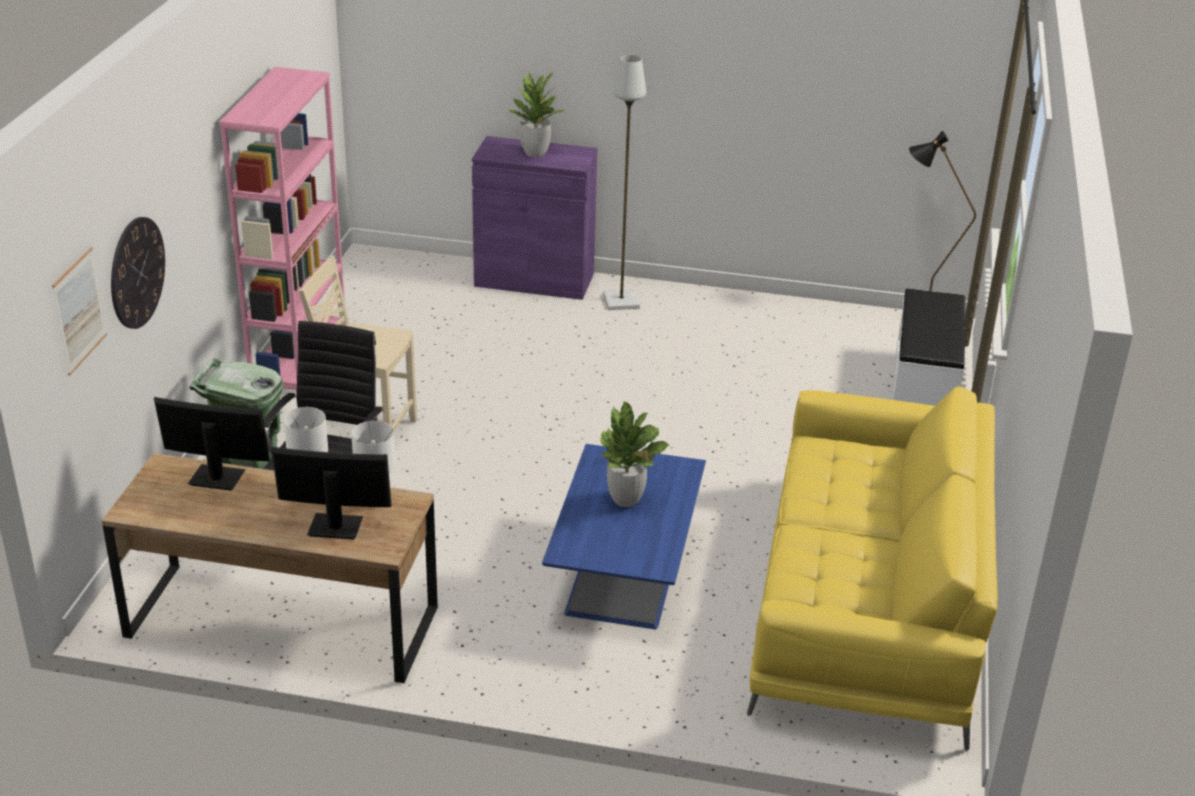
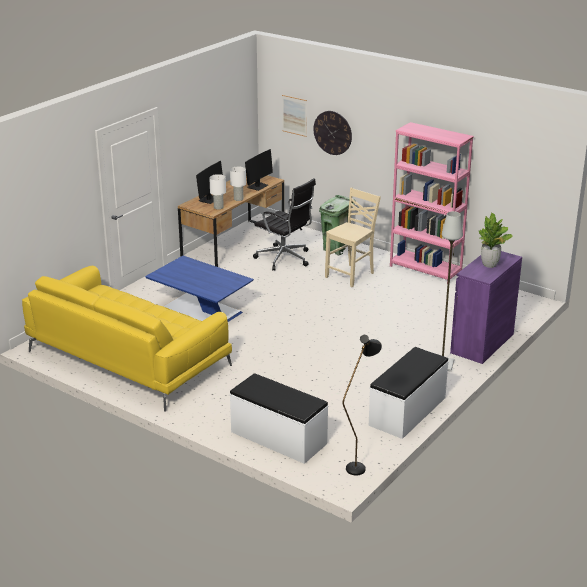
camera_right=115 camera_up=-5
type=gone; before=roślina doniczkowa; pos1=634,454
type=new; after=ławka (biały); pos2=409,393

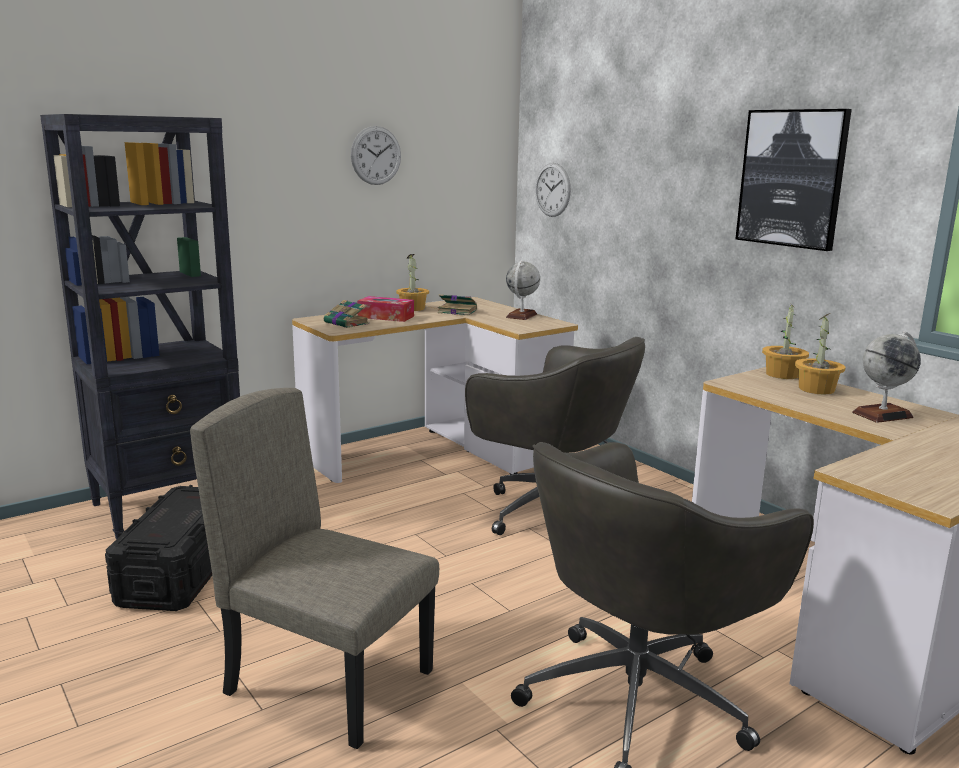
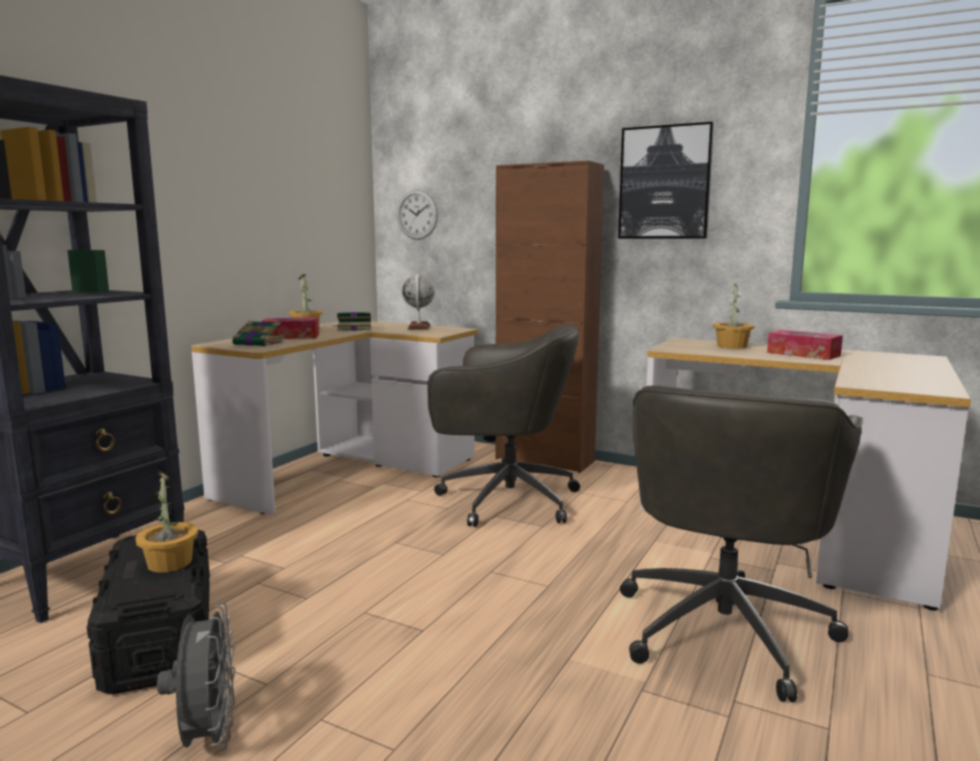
camera_right=-25 camera_up=-5
type=gone; before=zegar ścienny; pos1=376,155
type=shifted; before=roślina doniczkowa; pos1=785,340; pos2=166,521
type=swapped; before=globus; after=pudełko chusteczek; pos1=886,377; pos2=805,345
type=gone; before=krzesło (beżowy); pos1=314,568
type=new; after=szafka (brązowy); pos2=549,316
type=new; after=wentylator (szary); pos2=196,677

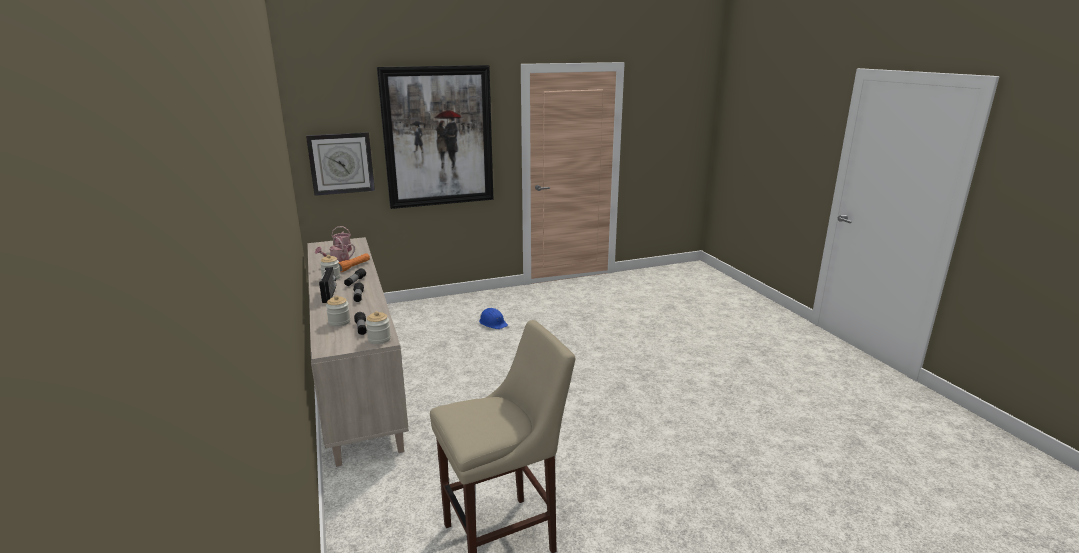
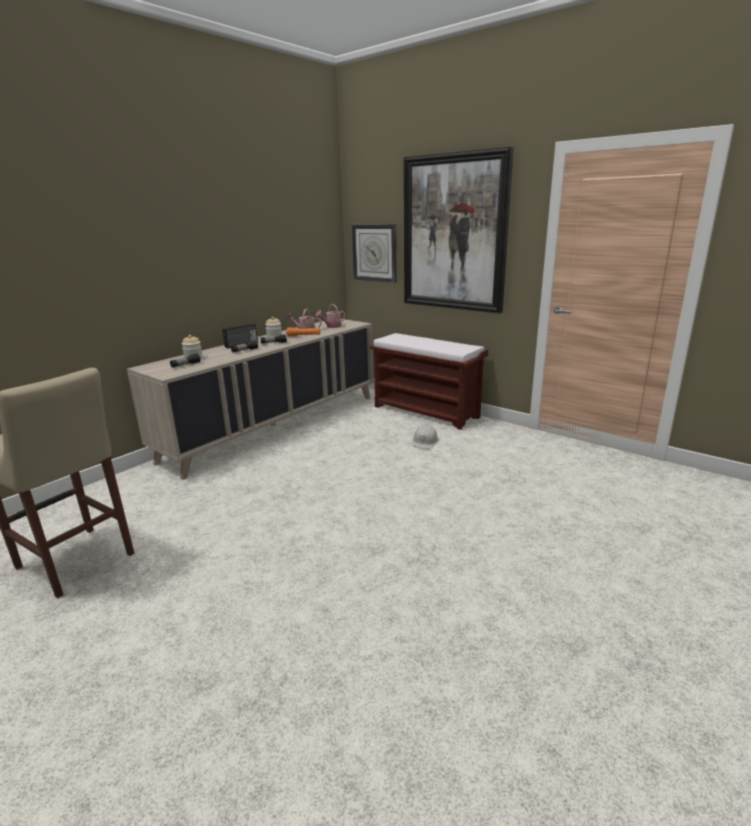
camera_right=60 camera_up=0
type=repainted; before=kask (niebieski); after=kask (biały); pos1=493,318; pos2=425,436
type=gone; before=słoik; pos1=378,327
type=new; after=ławka (brązowy); pos2=429,381

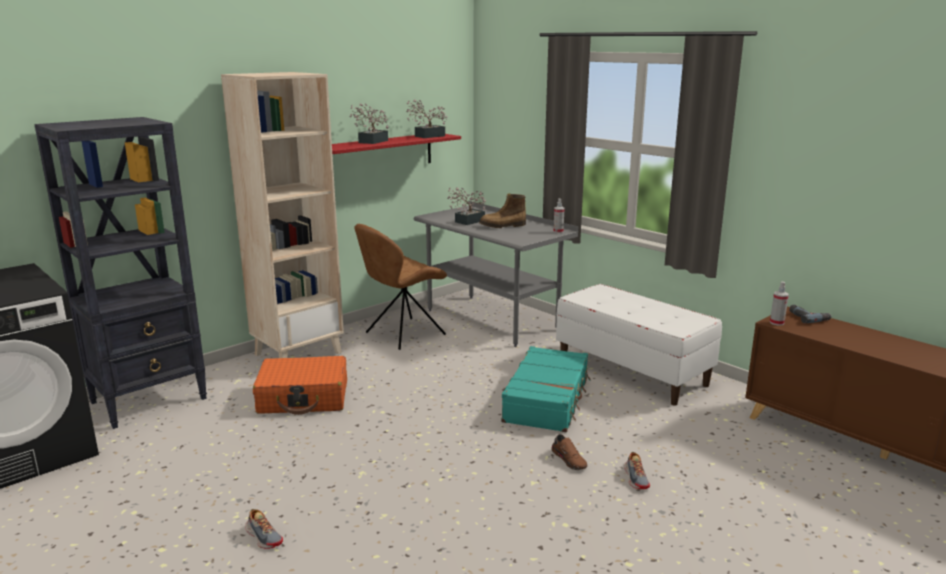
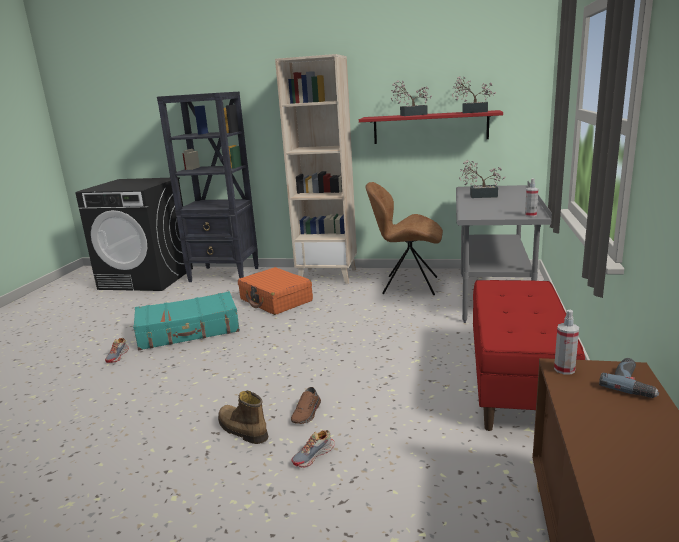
camera_right=55 camera_up=0
type=shifted; before=but z cholewką; pos1=502,211; pos2=243,417
type=repainted; before=ławka (biały); after=ławka (czerwony); pos1=639,345; pos2=529,355
type=shifted; before=walizka (turkusowy); pos1=546,389; pos2=186,320

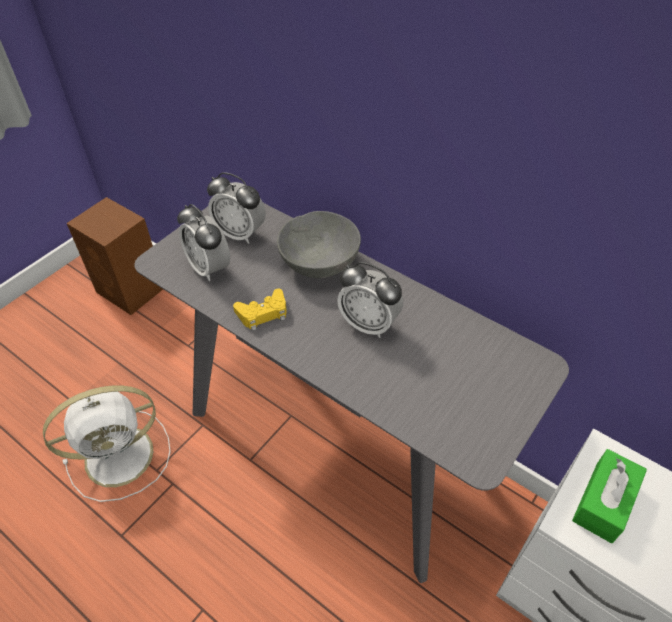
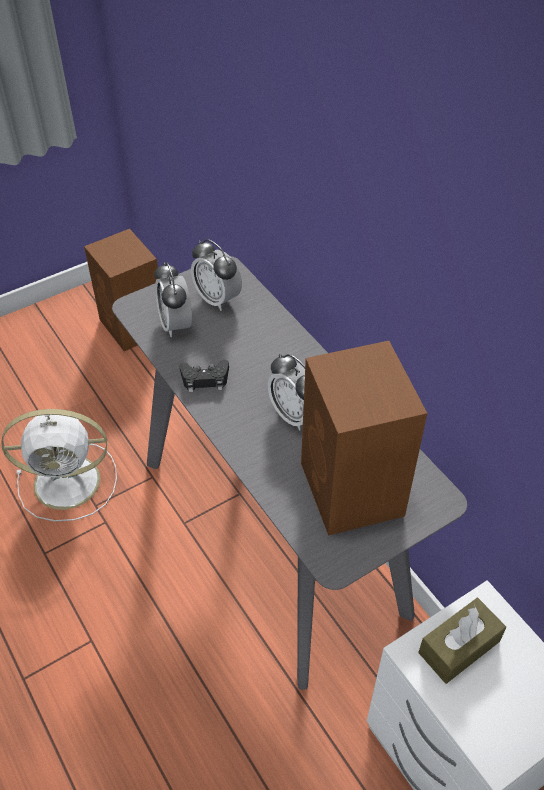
camera_right=20 camera_up=0
type=gone; before=miska (szary); pos1=319,244
type=repainted; before=pad do gier (żółty); after=pad do gier (czarny); pos1=260,310; pos2=204,376
type=repainted; before=pudełko chusteczek (zielony); after=pudełko chusteczek (brązowy); pos1=609,496; pos2=462,641
type=new; after=głośnik (brązowy); pos2=364,438

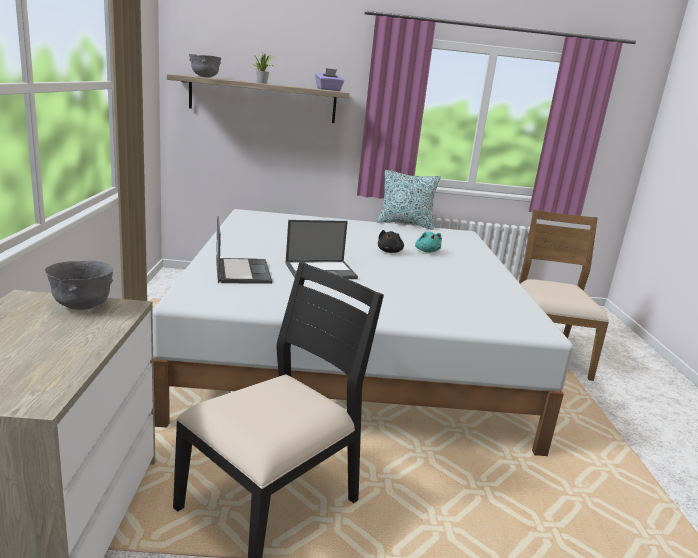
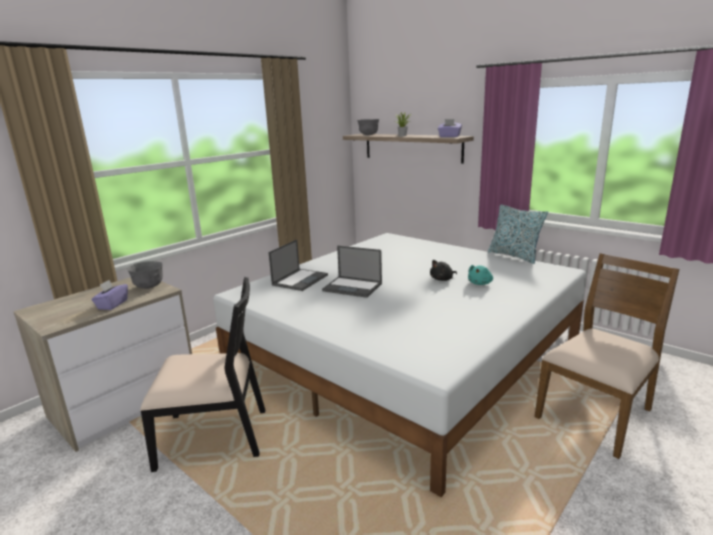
camera_right=45 camera_up=0
type=new; after=pudełko chusteczek (fioletowy); pos2=109,295

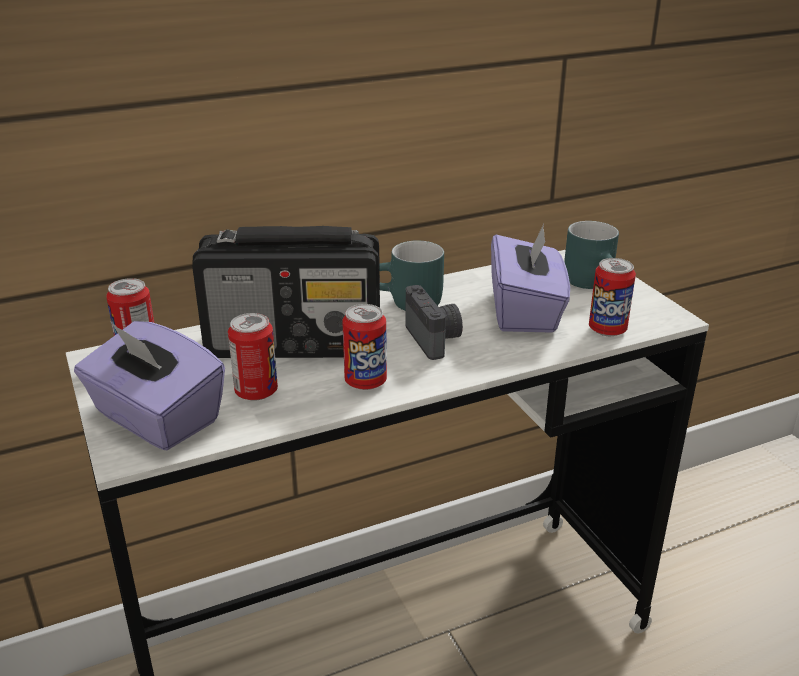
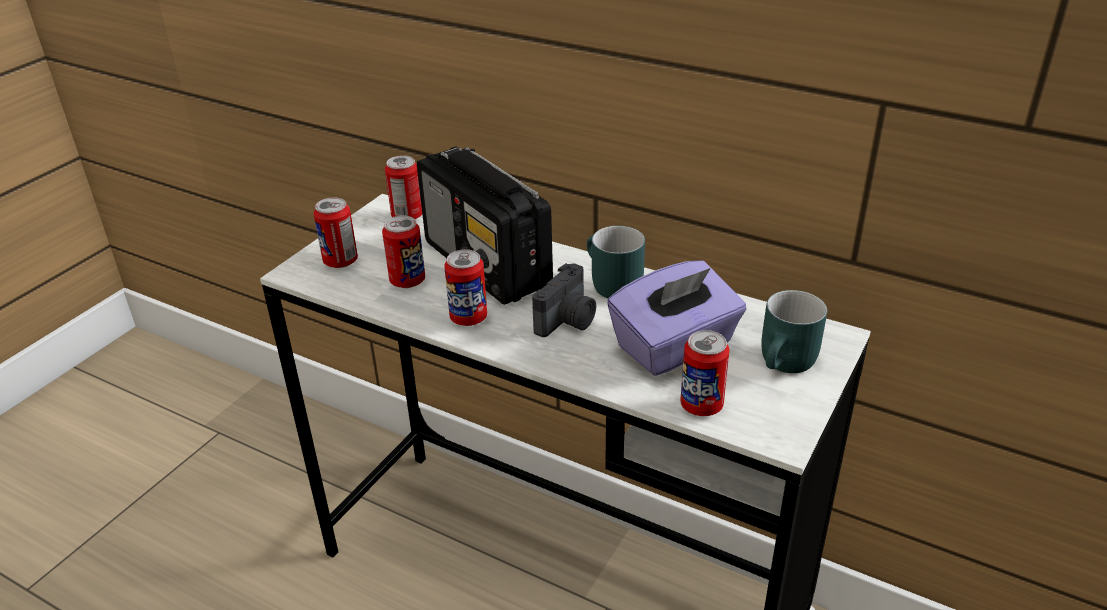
camera_right=55 camera_up=5
type=swapped; before=pudełko chusteczek (fioletowy); after=puszka; pos1=149,385; pos2=336,233

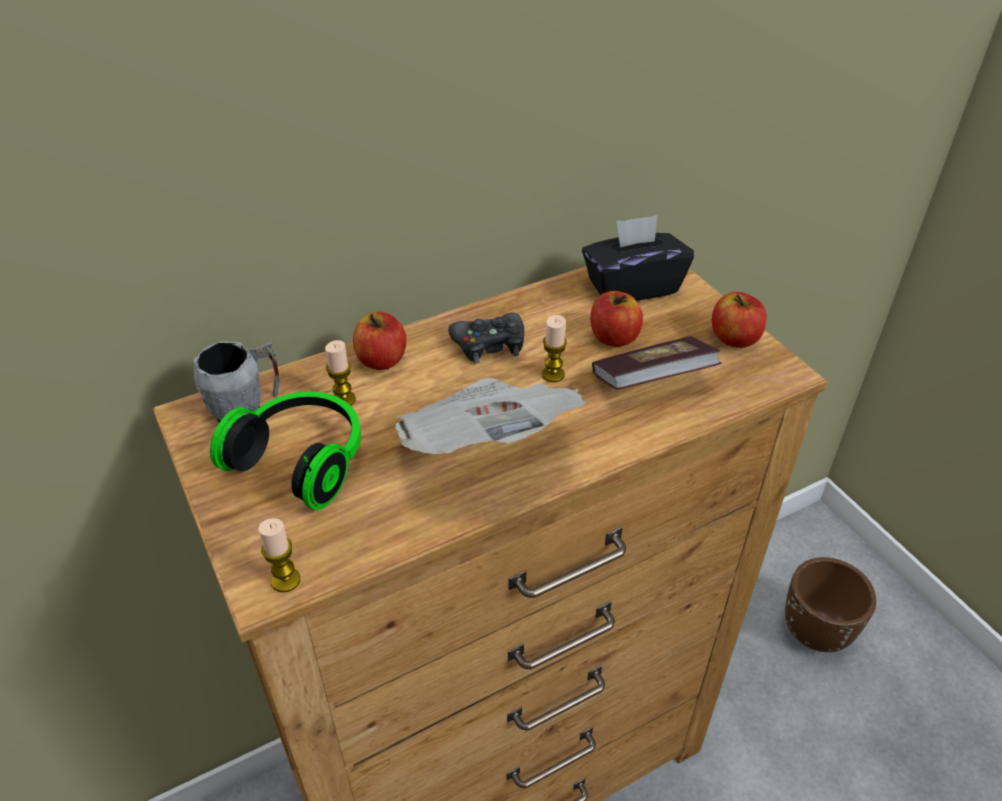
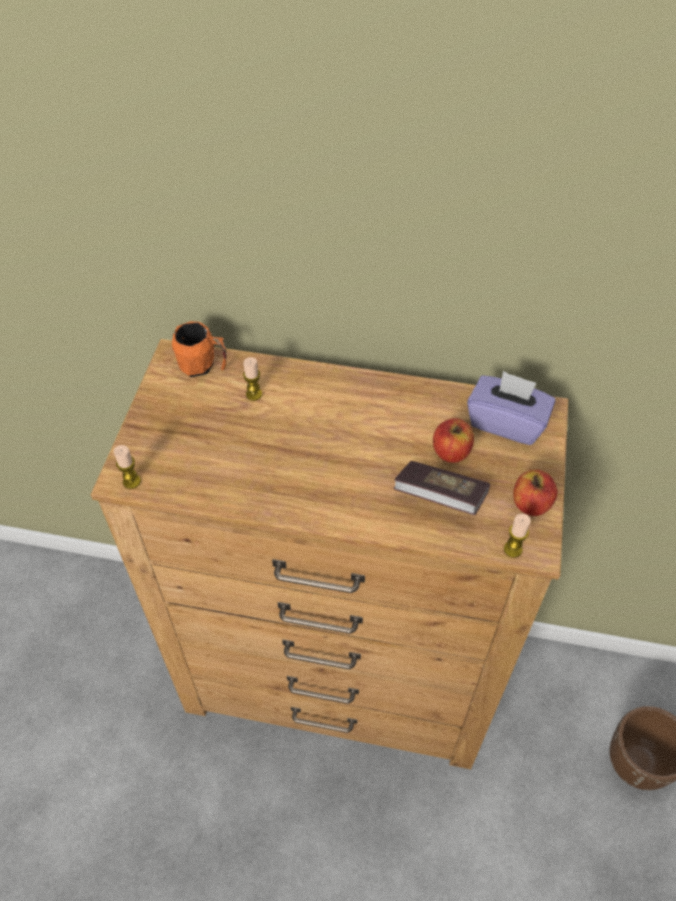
camera_right=40 camera_up=10
type=repainted; before=pudełko chusteczek (czarny); after=pudełko chusteczek (fioletowy); pos1=638,258; pos2=511,408
type=gone; before=jabłko; pos1=379,340
type=gone; before=pad do gier (czarny); pos1=486,338
type=shifted; before=świeca; pos1=554,348; pos2=517,536
type=repainted; before=kubek (szary); after=kubek (pomarańczowy); pos1=236,382; pos2=199,349
type=gone; before=gazeta; pos1=490,416
type=gone; before=słuchawki; pos1=285,451

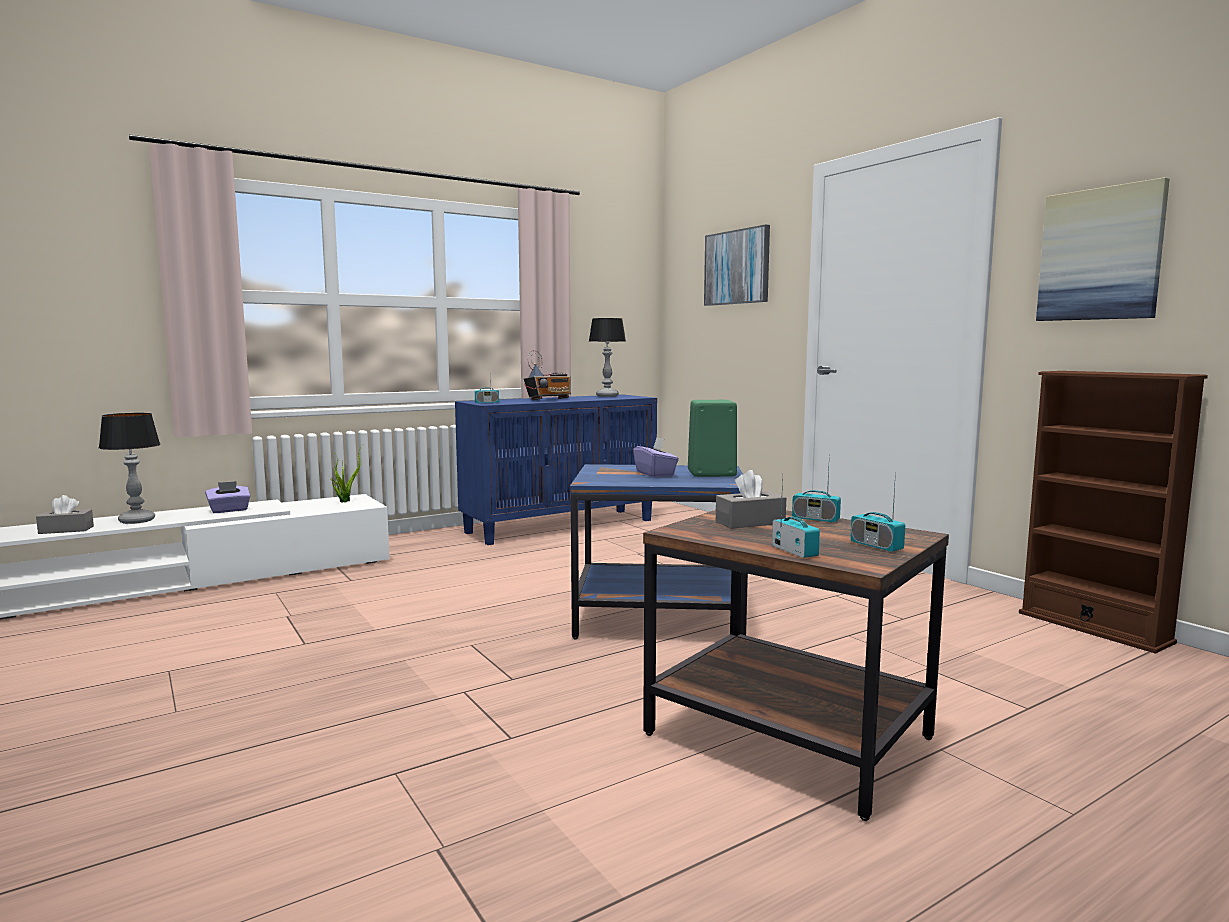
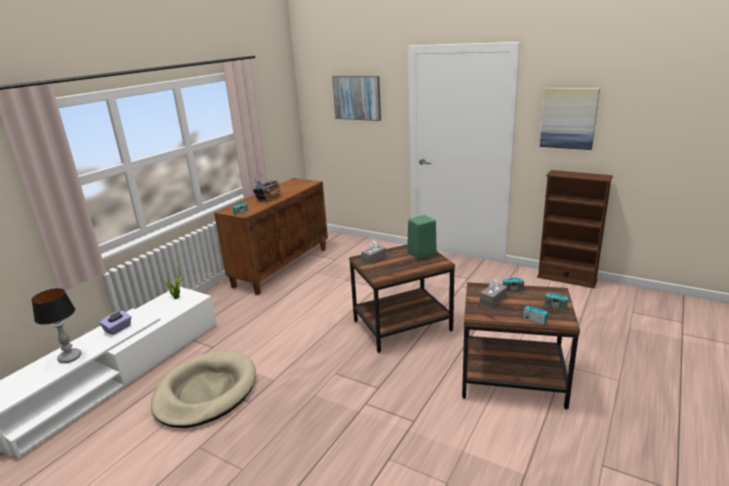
camera_right=-25 camera_up=15
type=gone; before=lampa stołowa; pos1=607,357
type=repainted; before=szafka (niebieski); after=szafka (brązowy); pos1=556,469; pos2=271,236
type=gone; before=pudełko chusteczek (fioletowy); pos1=656,457
type=repainted; before=stolik (niebieski); after=stolik (brązowy); pos1=659,551; pos2=402,298
type=shifted; before=pudełko chusteczek (szary); pos1=65,514; pos2=373,252
type=new; after=legowisko (beżowy); pos2=203,389

